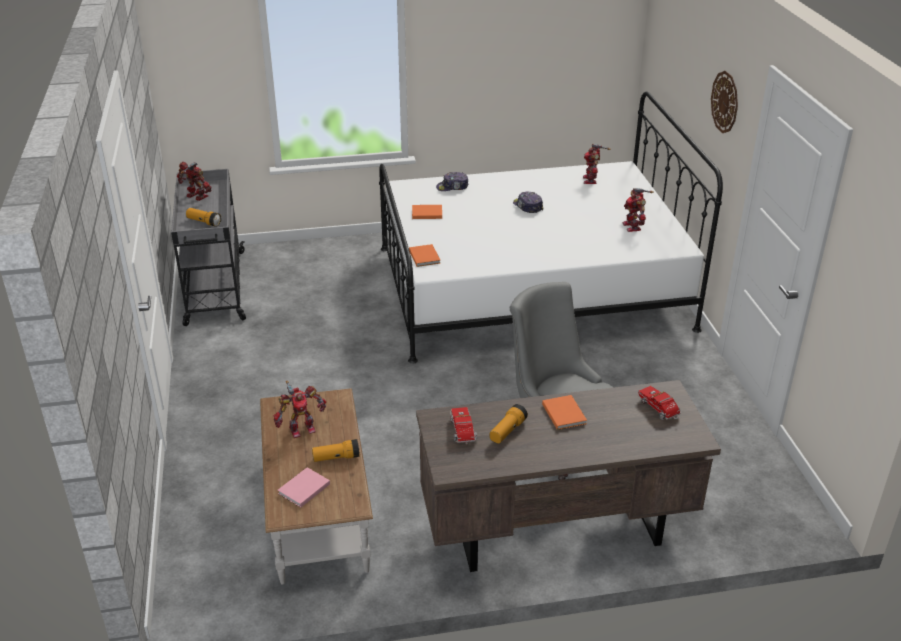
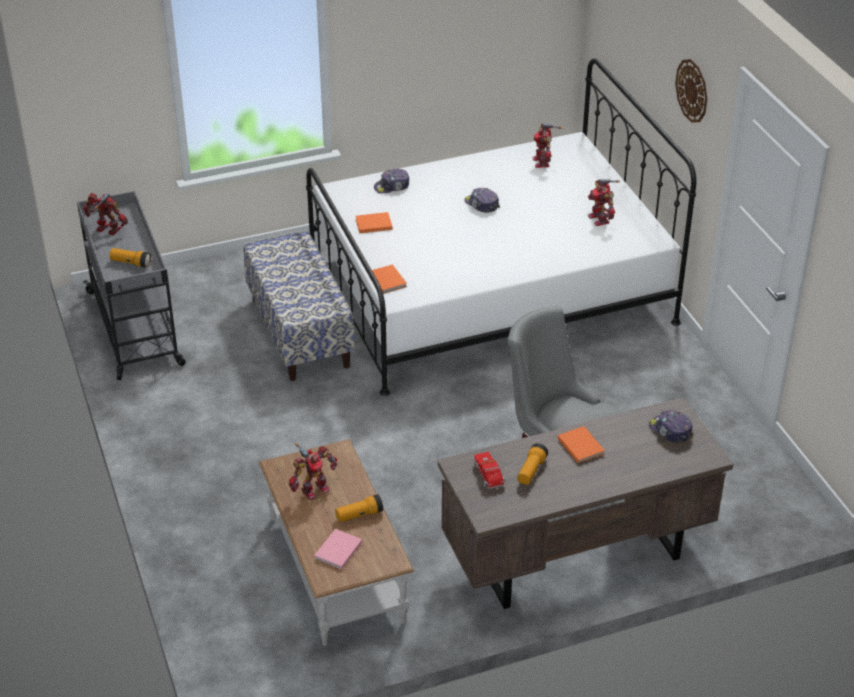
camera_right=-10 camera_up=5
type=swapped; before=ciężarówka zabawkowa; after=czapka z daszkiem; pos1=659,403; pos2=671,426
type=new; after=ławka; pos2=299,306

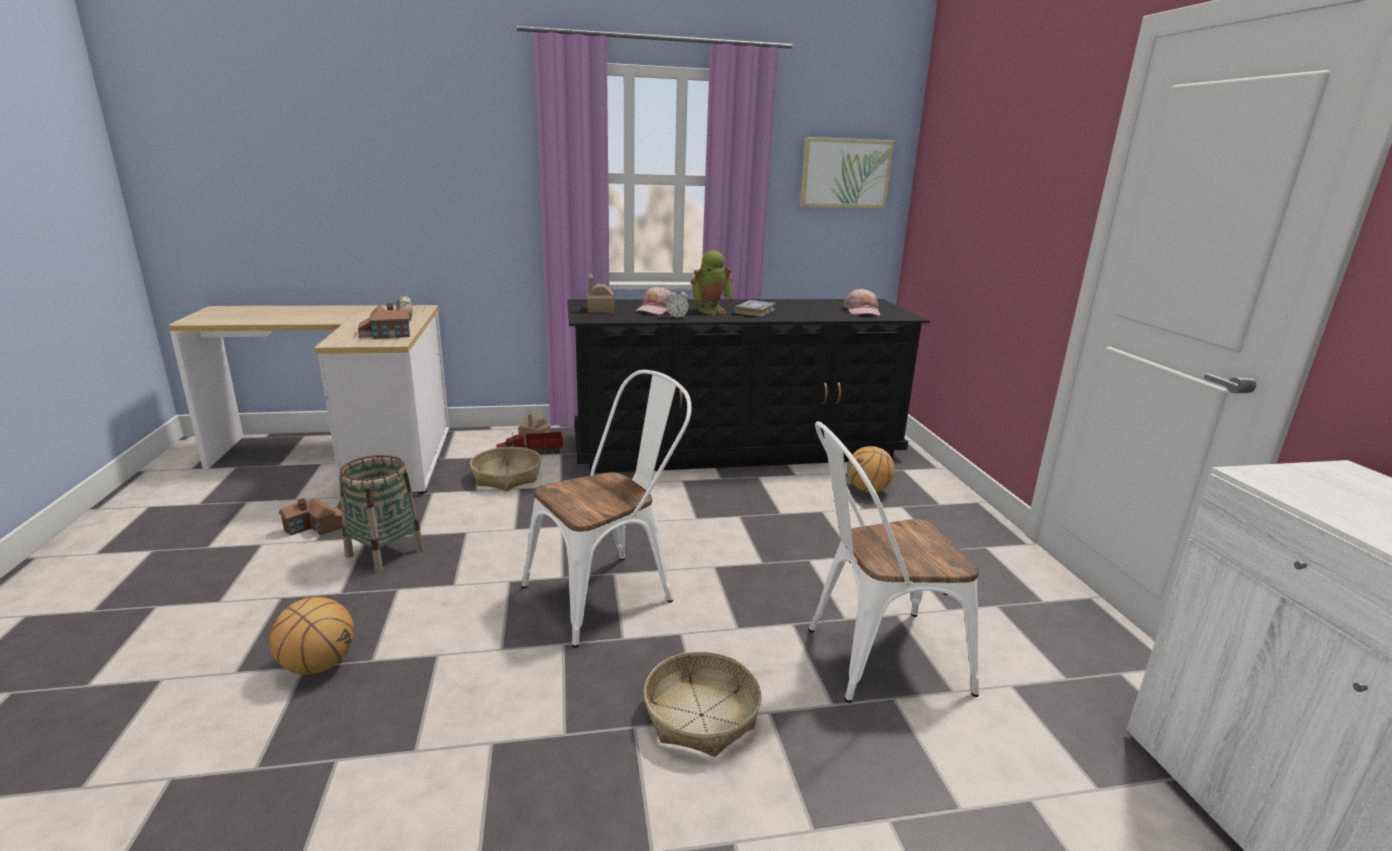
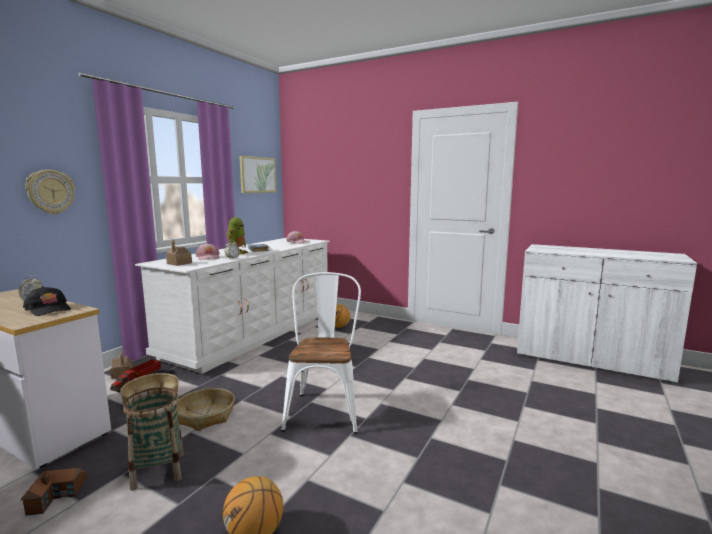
camera_right=-50 camera_up=-10
type=repainted; before=komoda (czarny); after=komoda (biały); pos1=748,386; pos2=232,306
type=swapped; before=domek; after=czapka z daszkiem (czarny); pos1=384,321; pos2=47,301
type=gone; before=krzesło (biały); pos1=893,562
type=shifted; before=koszyk; pos1=703,704; pos2=206,409
type=new; after=zegar ścienny; pos2=50,192

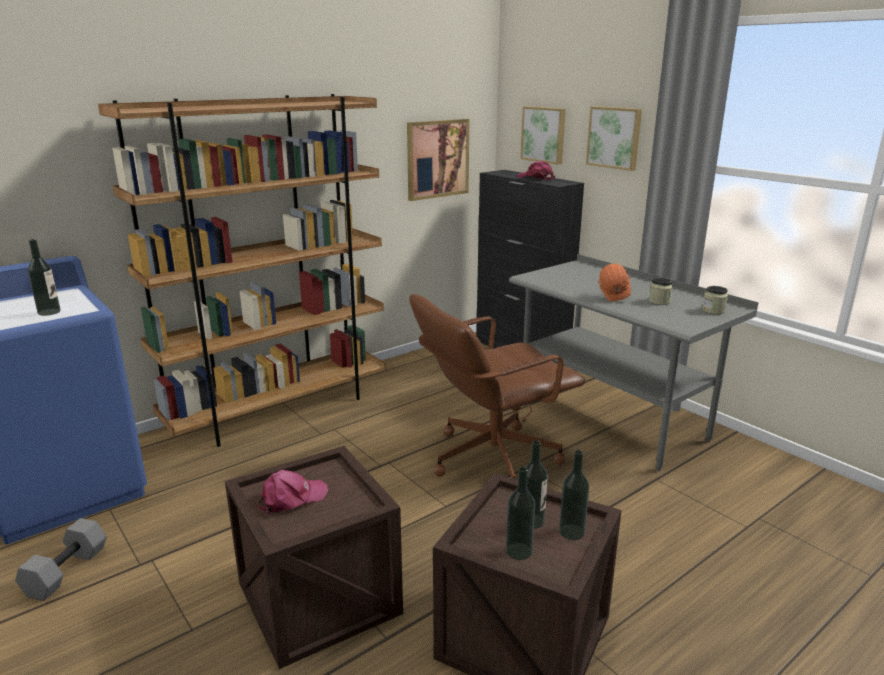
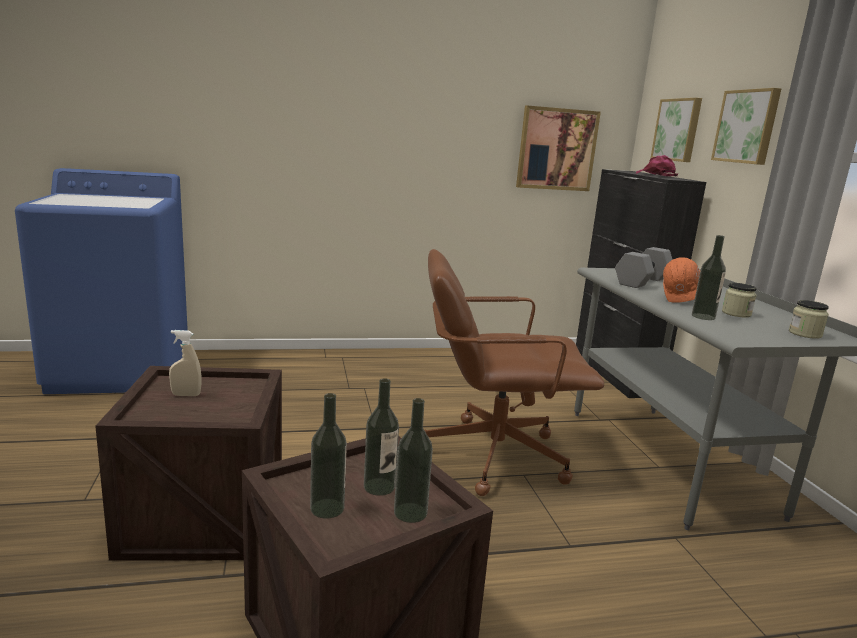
camera_right=25 camera_up=-5
type=gone; before=regał (brązowy); pos1=242,270
type=shifted; before=butelka; pos1=44,277; pos2=709,277
type=swapped; before=czapka z daszkiem (różowy); after=spryskiwacz (beżowy); pos1=293,493; pos2=185,363
type=shifted; before=hantel (szary); pos1=61,559; pos2=644,267

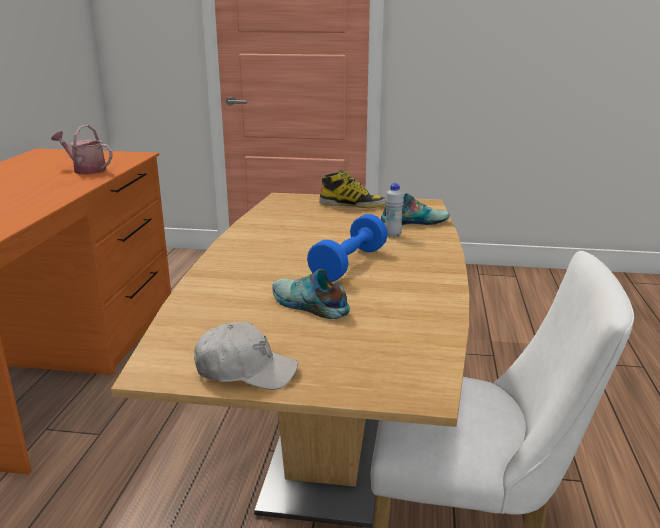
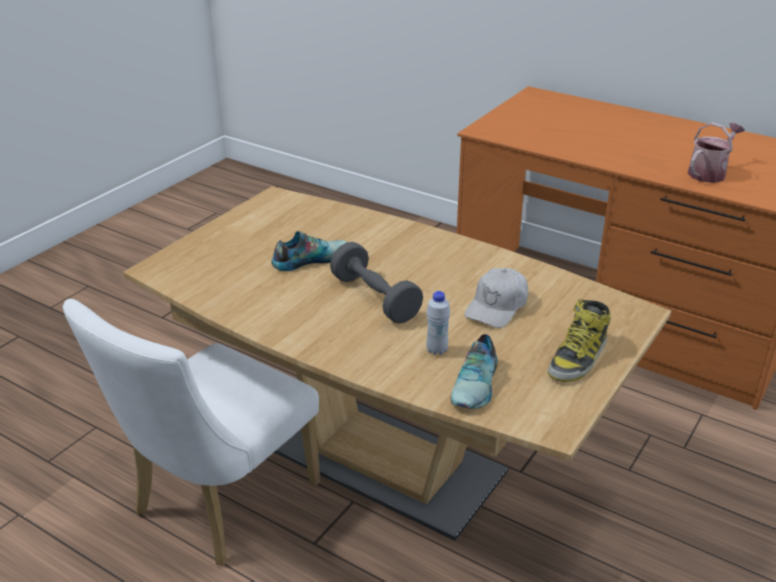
camera_right=115 camera_up=10
type=repainted; before=hantel (niebieski); after=hantel (szary); pos1=347,248; pos2=376,283
type=shifted; before=czapka z daszkiem (biały); pos1=246,356; pos2=496,298

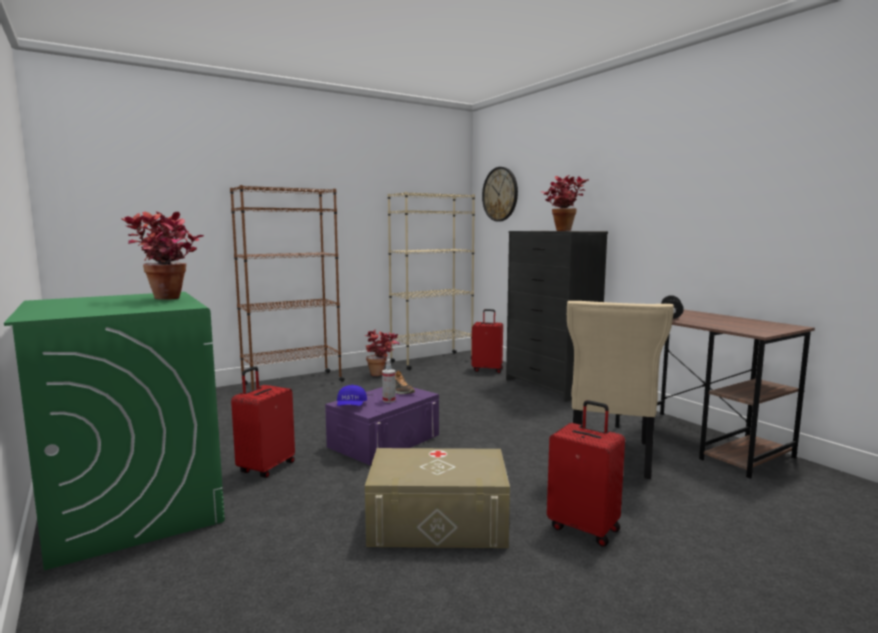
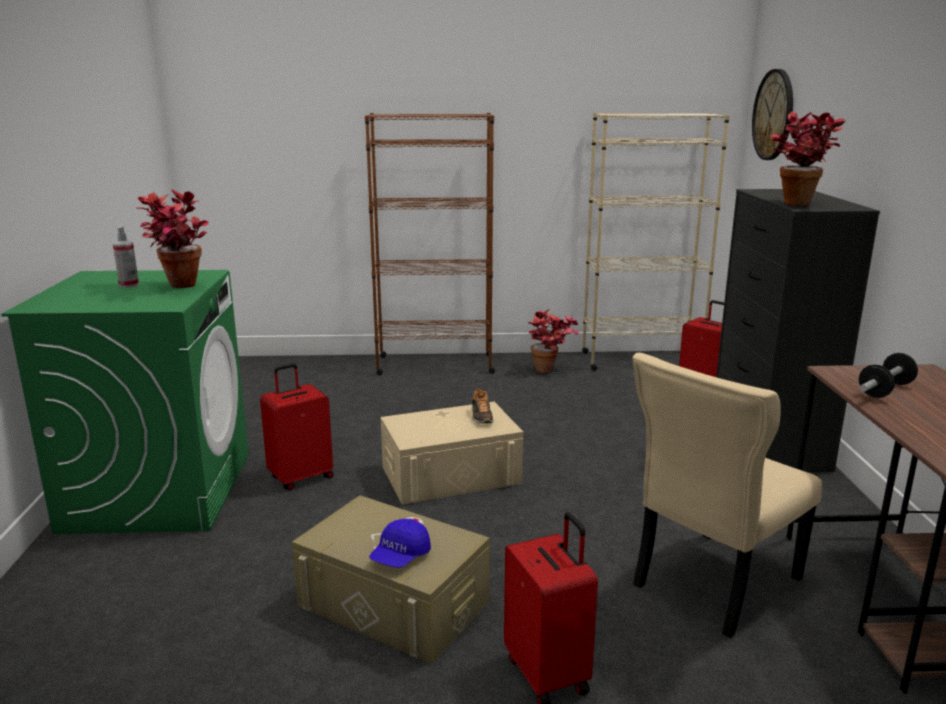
camera_right=30 camera_up=10
type=shifted; before=spryskiwacz; pos1=389,381; pos2=126,257
type=shifted; before=czapka z daszkiem (niebieski); pos1=352,395; pos2=400,543
type=repainted; before=pojemnik do przechowywania (fioletowy); after=pojemnik do przechowywania (beżowy); pos1=382,426; pos2=452,453

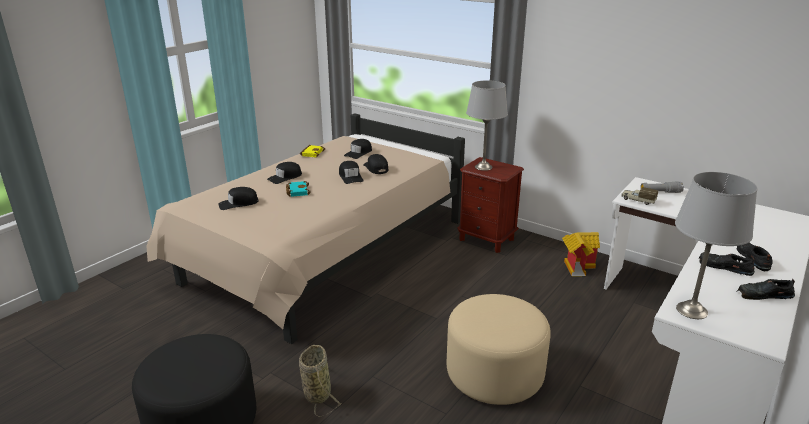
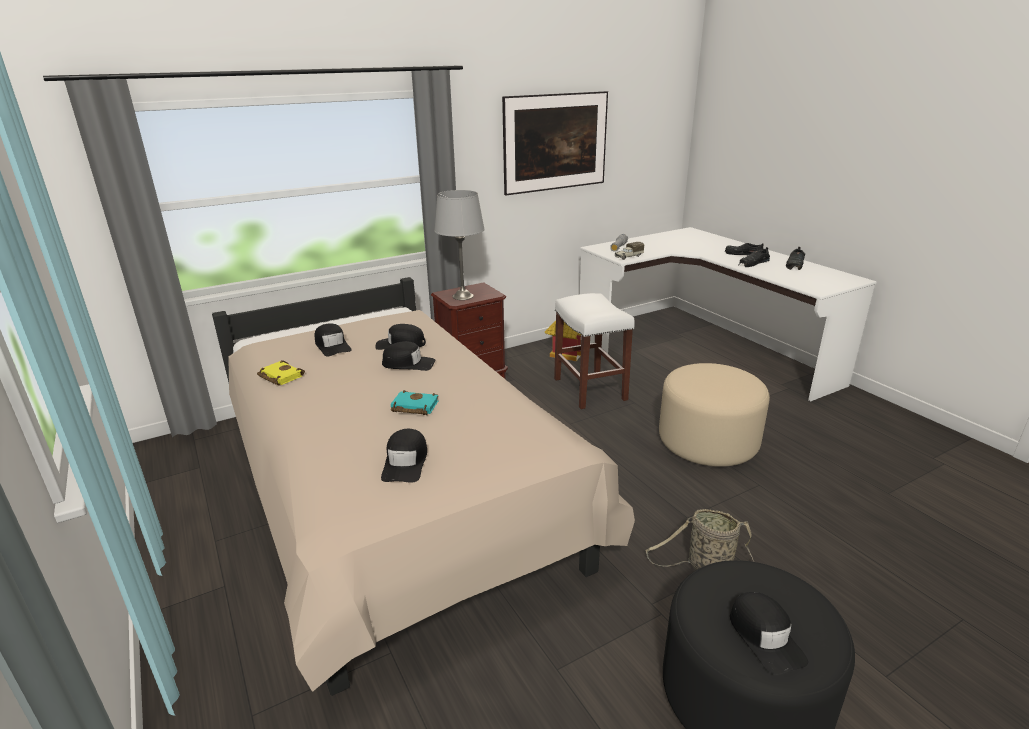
camera_right=-65 camera_up=0
type=shifted; before=czapka z daszkiem (czarny); pos1=284,173; pos2=769,633
type=gone; before=lampa stołowa (szary); pos1=716,245
type=new; after=obraz; pos2=555,161
type=new; after=stołek (biały); pos2=594,351

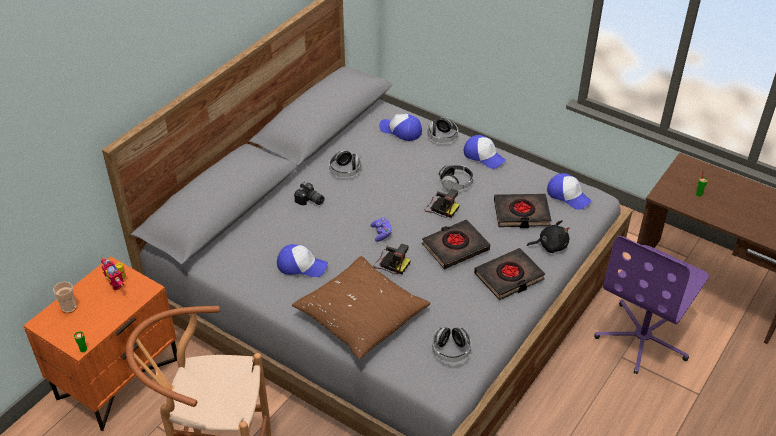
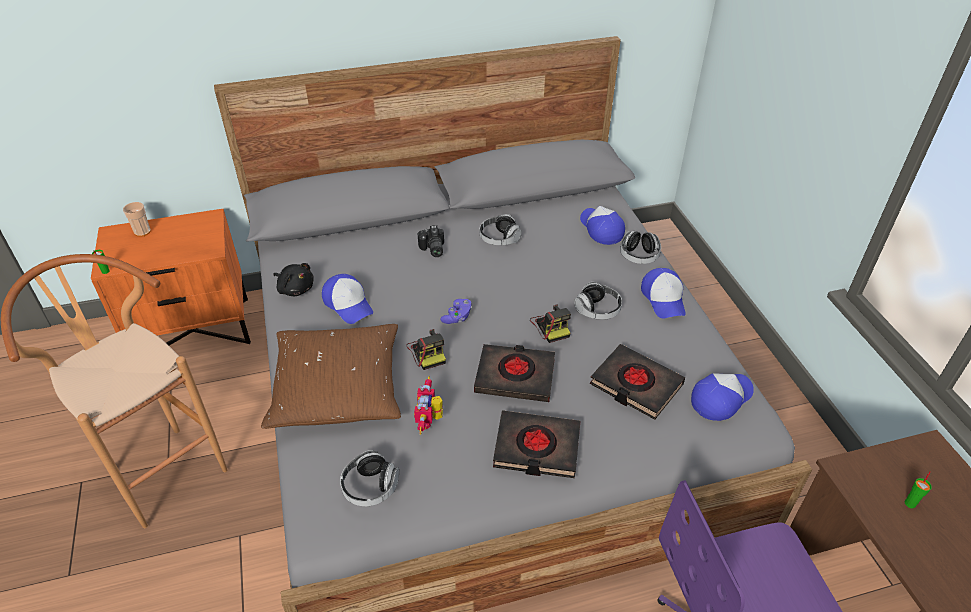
camera_right=40 camera_up=0
type=rotated; before=czapka z daszkiem; pos1=569,191; pos2=722,397; turn=-120
type=shifted; before=pluszak (czarny); pos1=548,236; pos2=293,279
type=shifted; before=robot zabawkowy; pos1=113,273; pos2=428,405

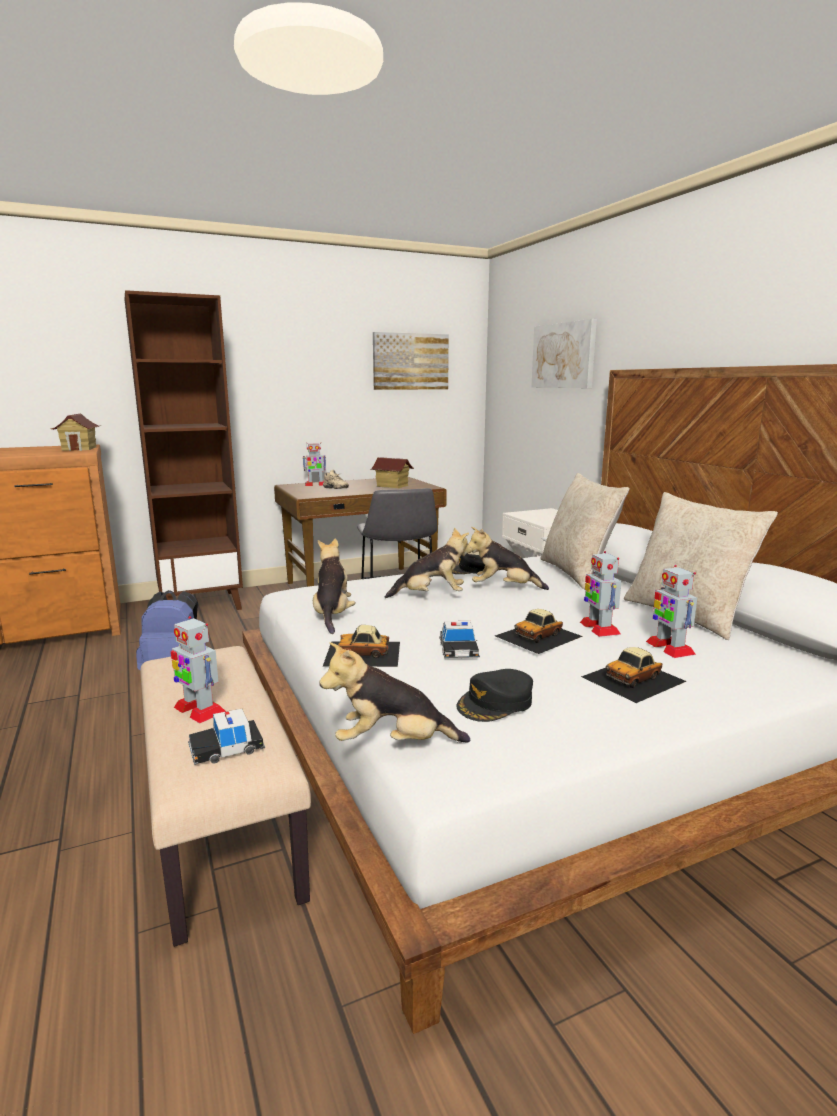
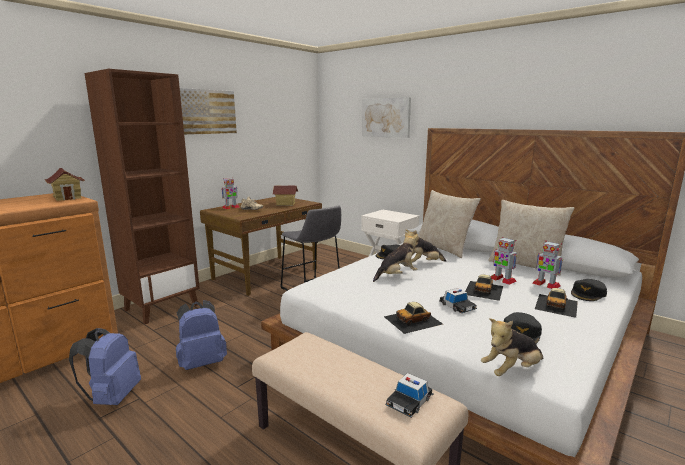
camera_right=-25 camera_up=0
type=shifted; before=obraz; pos1=411,361; pos2=208,111
type=gone; before=pluszak; pos1=334,586
type=gone; before=robot zabawkowy; pos1=198,669
type=new; after=czapka z daszkiem (czarny); pos2=589,290
type=new; after=plecak (niebieski); pos2=105,366

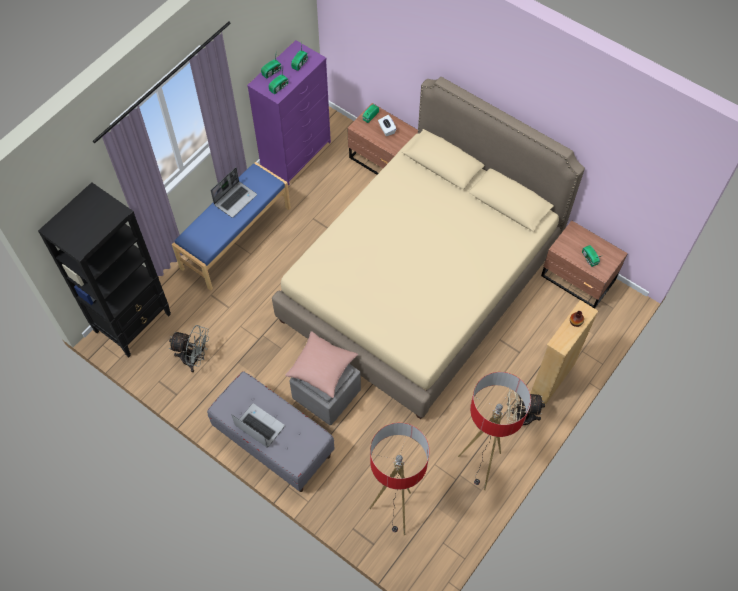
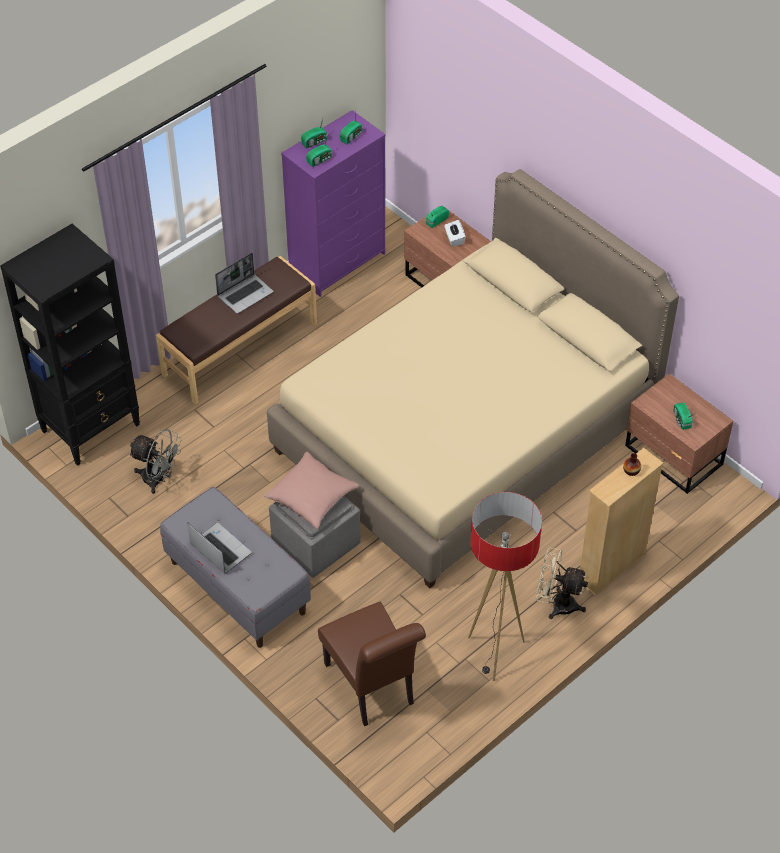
camera_right=10 camera_up=-10
type=repainted; before=ławka (niebieski); after=ławka (brązowy); pos1=231,226; pos2=236,330
type=swapped; before=lampa stojąca; after=krzesło (brązowy); pos1=399,479; pos2=372,664

